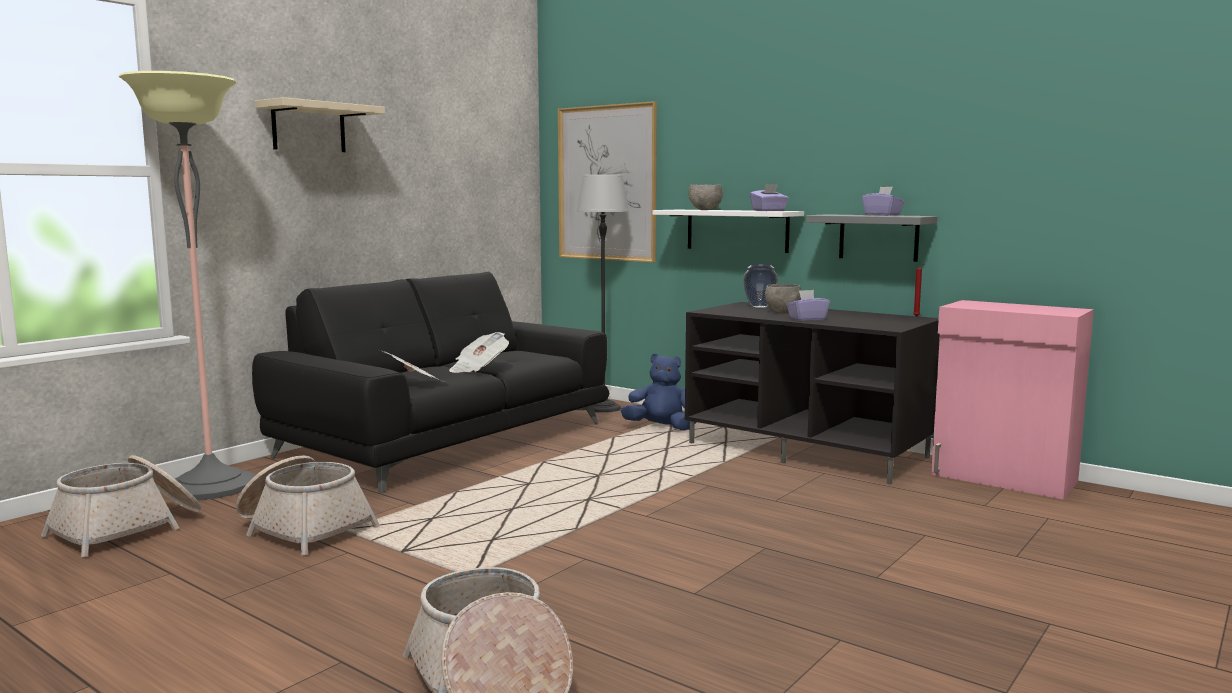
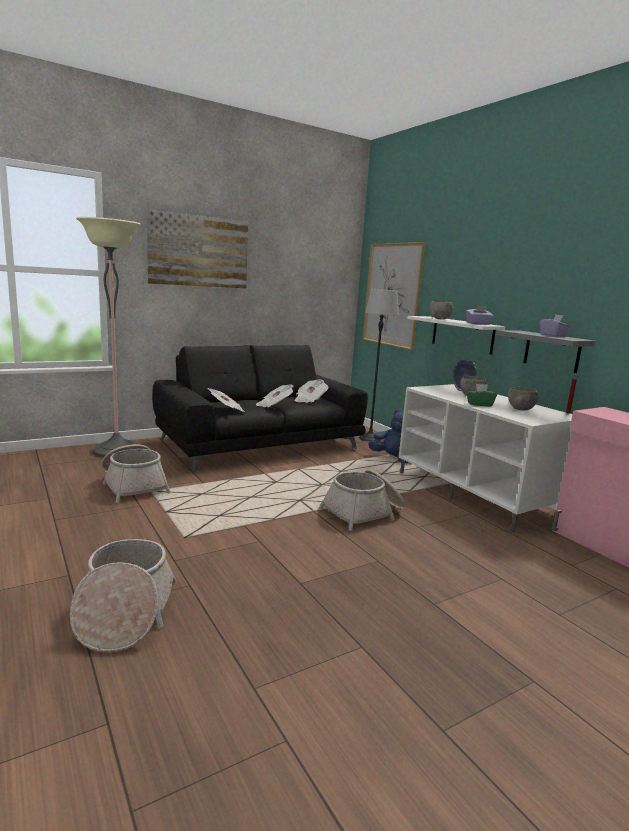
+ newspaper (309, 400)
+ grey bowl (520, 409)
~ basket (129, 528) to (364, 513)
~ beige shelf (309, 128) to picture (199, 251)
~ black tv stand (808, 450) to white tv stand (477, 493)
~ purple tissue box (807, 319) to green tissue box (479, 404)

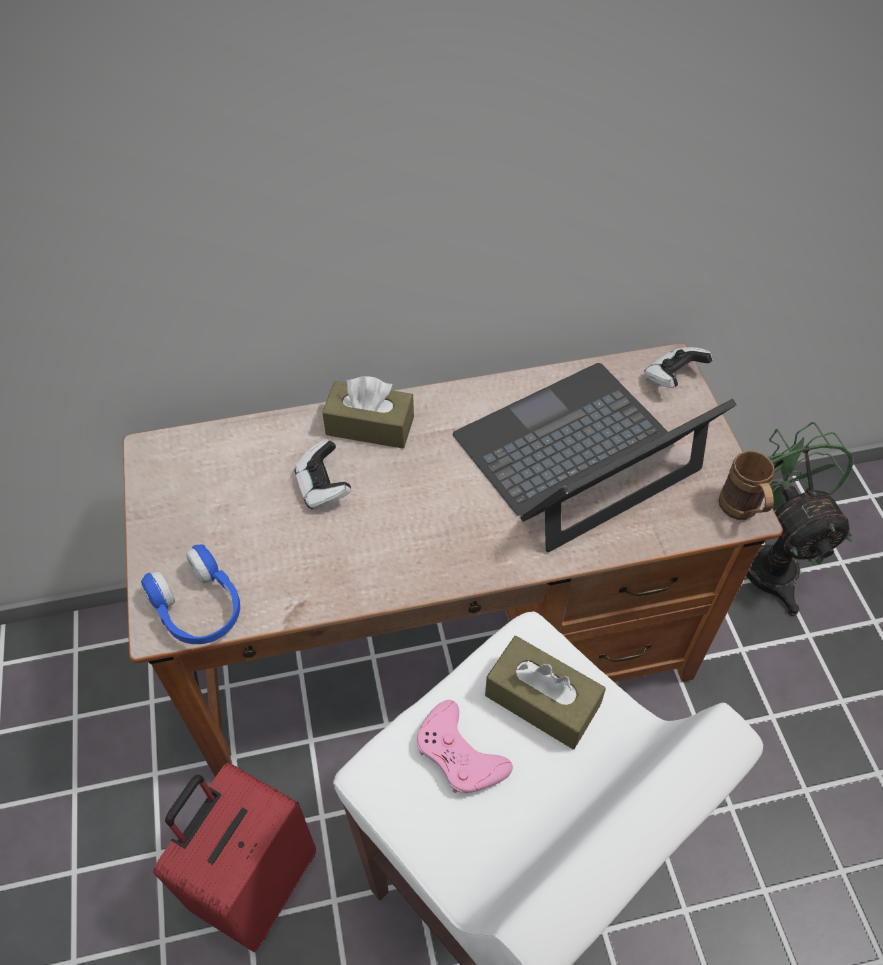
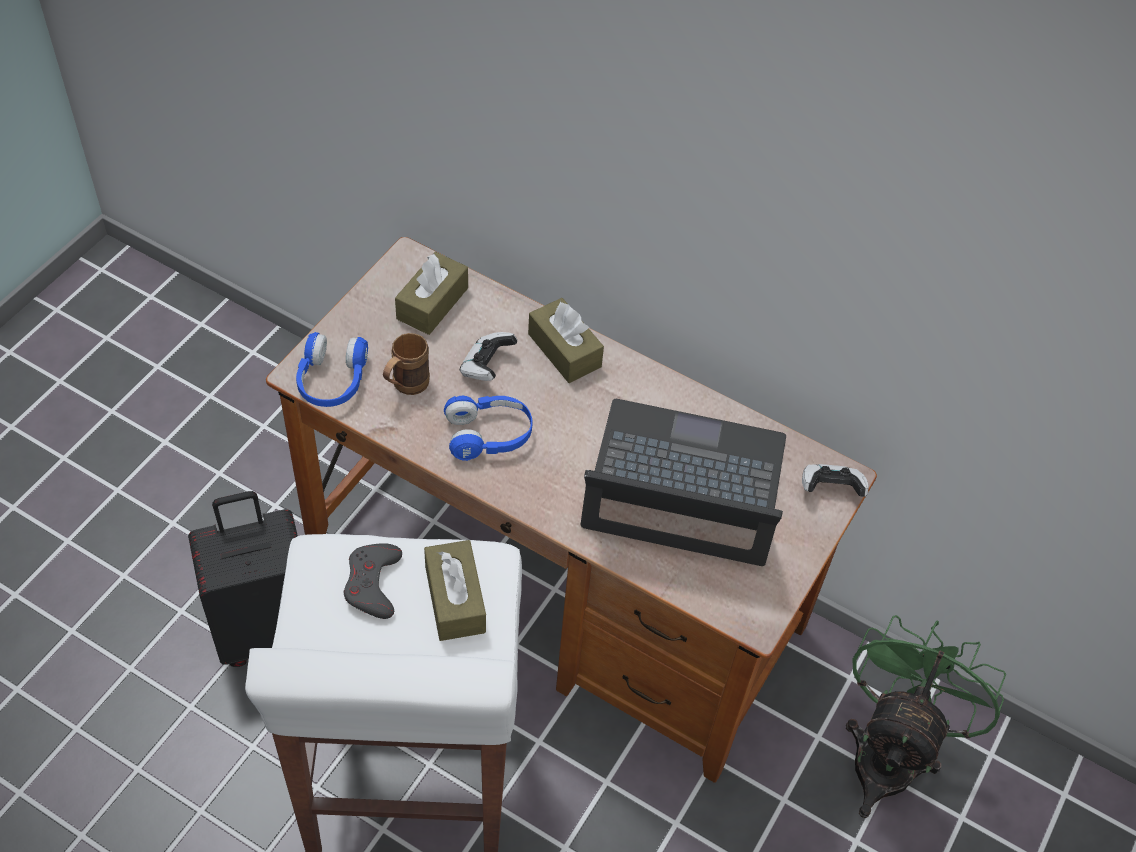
+ brown tissue box (432, 303)
+ blue headphones (489, 435)
~ brown mug (741, 512) to (405, 387)
~ red suitcase (256, 882) to black suitcase (267, 629)
~ pink game controller (459, 754) to grey game controller (373, 584)

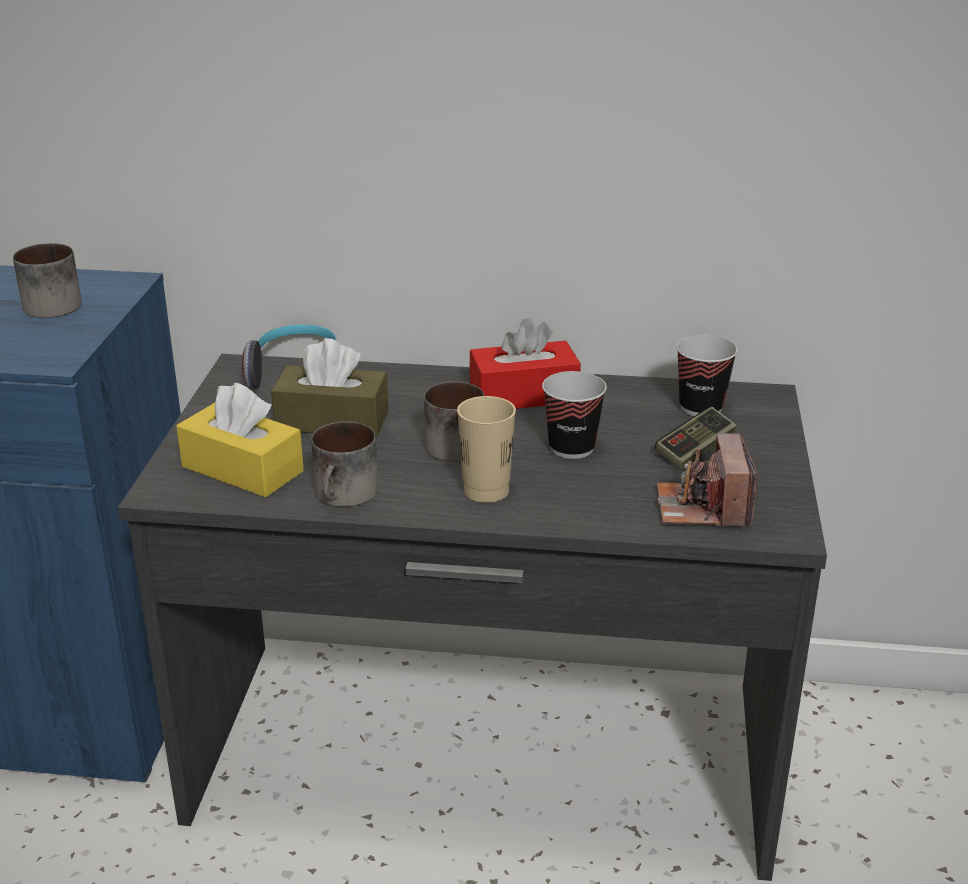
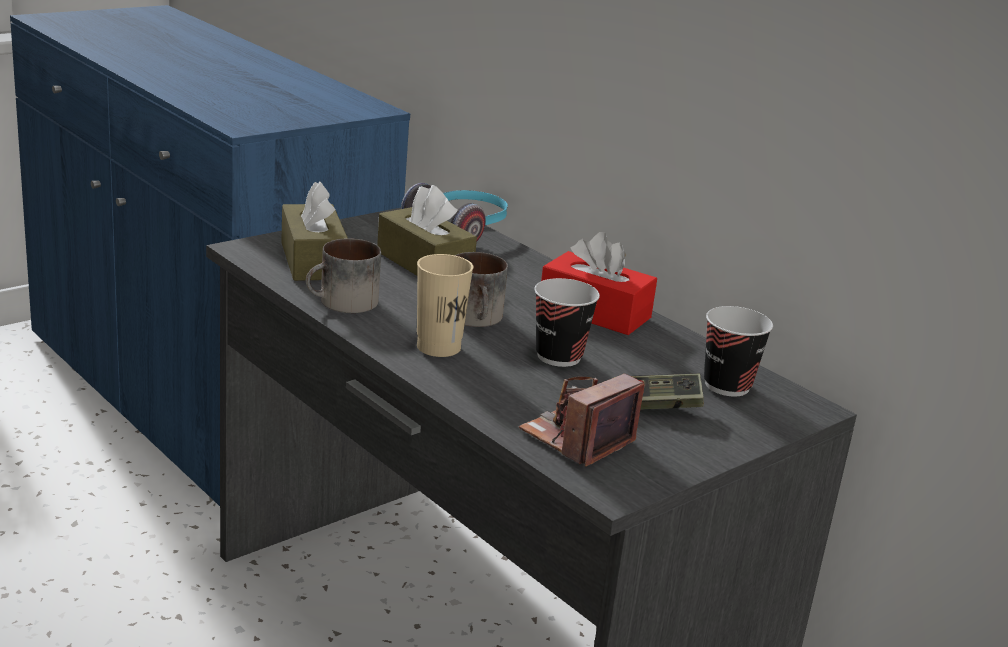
- mug (52, 303)
~ yellow tissue box (242, 469) to brown tissue box (313, 261)

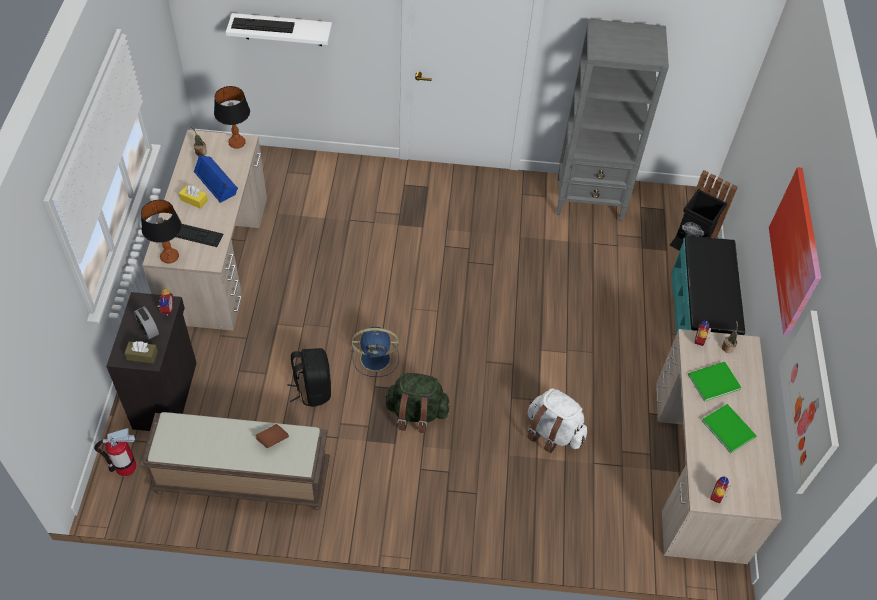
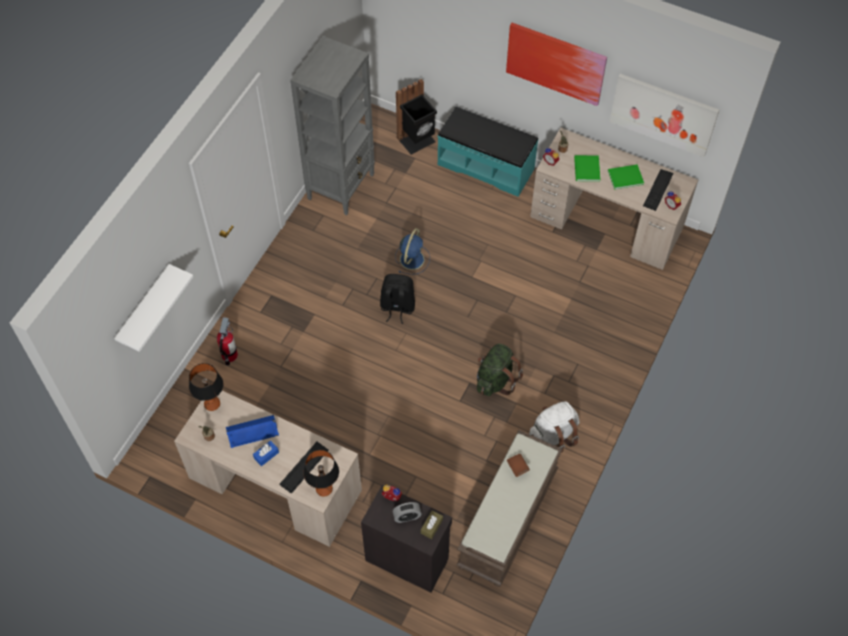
~ fire extinguisher (125, 467) to (229, 355)
~ keyboard (263, 25) to (658, 189)
~ black backpack (312, 389) to (397, 307)
~ blue fan (377, 358) to (412, 258)
~ white backpack (553, 432) to (553, 435)
~ yellow tissue box (194, 200) to blue tissue box (266, 455)

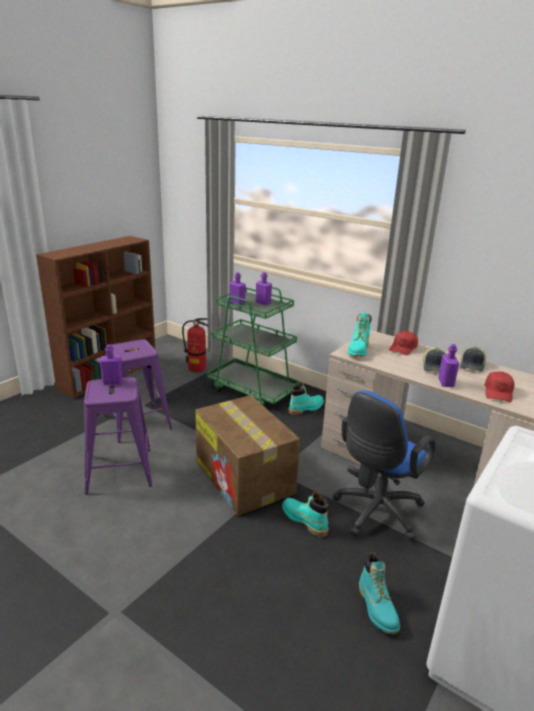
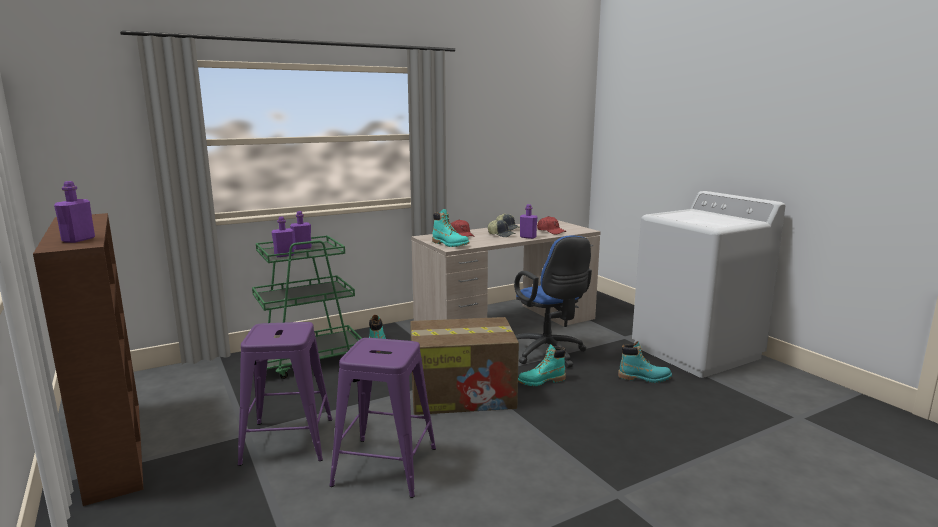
- fire extinguisher (197, 368)
~ purple bottle (112, 381) to (78, 240)

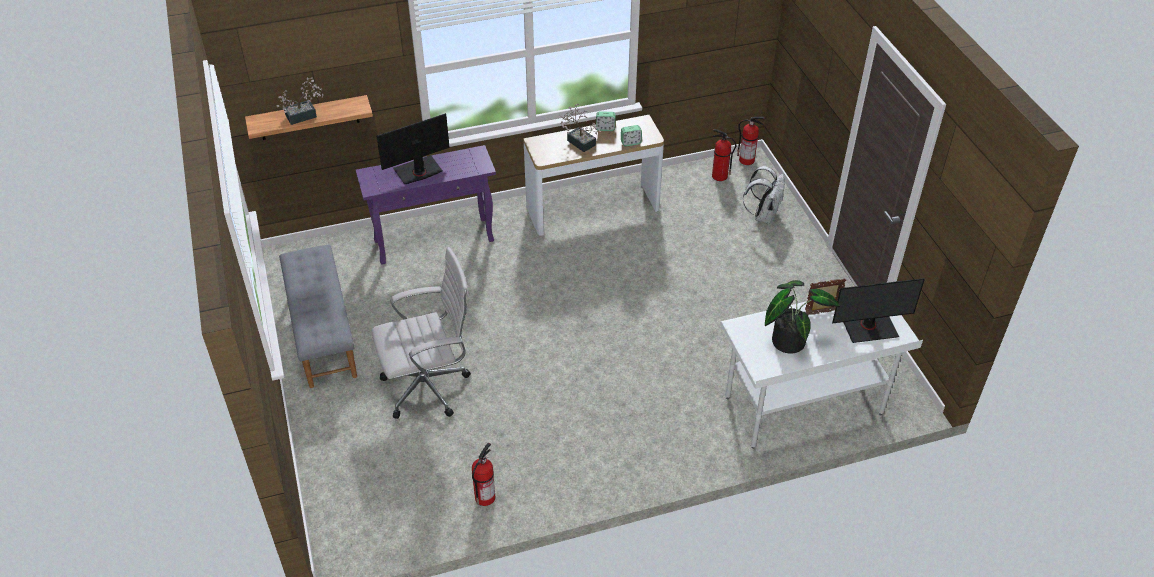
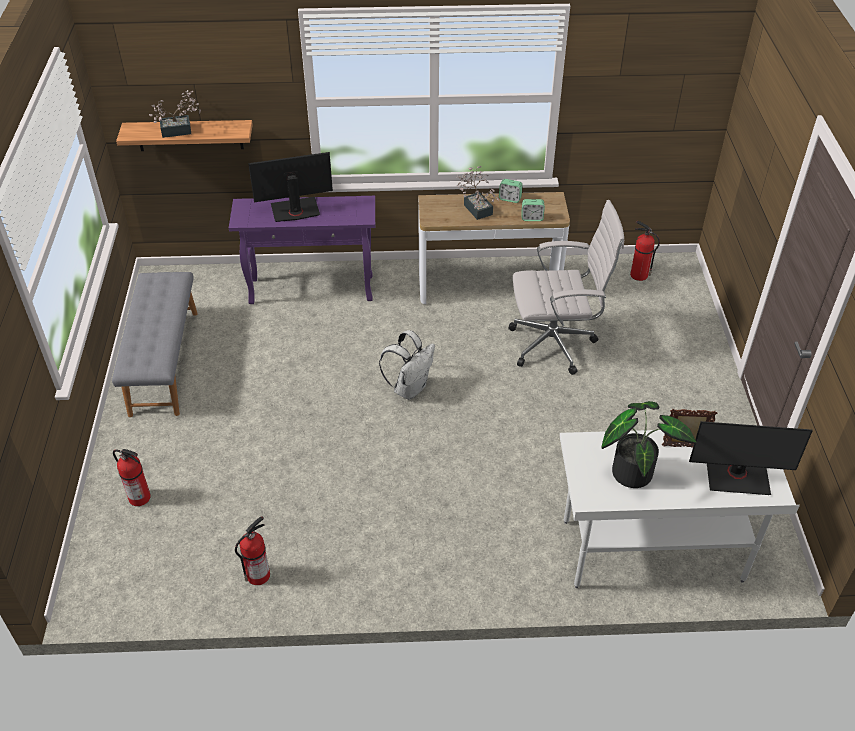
~ white office chair (430, 386) to (556, 344)
~ fire extinguisher (747, 160) to (140, 497)
~ white backpack (763, 215) to (410, 388)

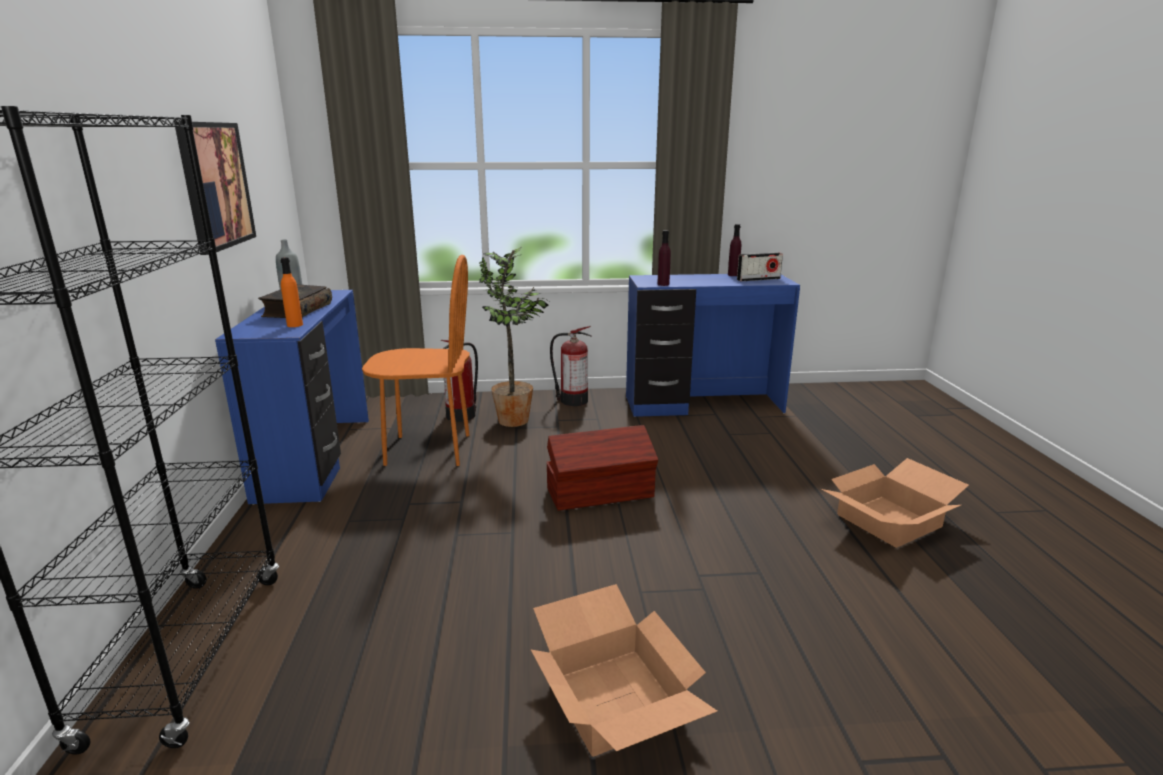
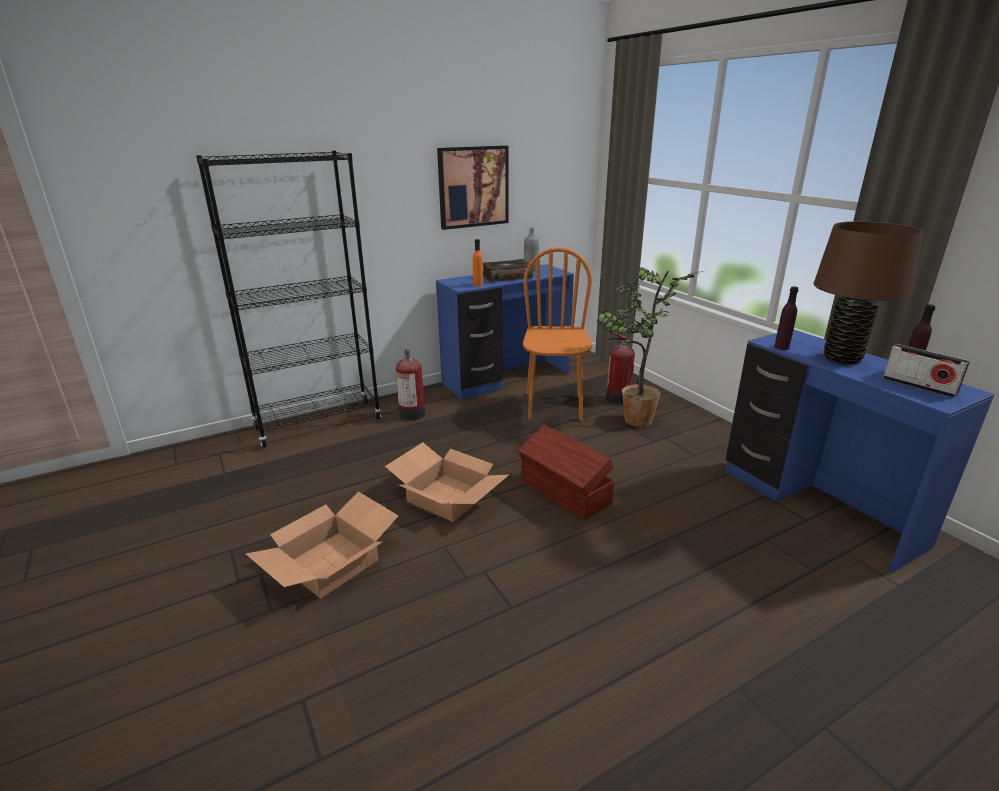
+ brown table lamp (842, 358)
~ fire extinguisher (572, 400) to (412, 413)
~ cardboard box (889, 521) to (446, 497)
~ orange chair (428, 450) = (554, 406) 150 degrees counterclockwise

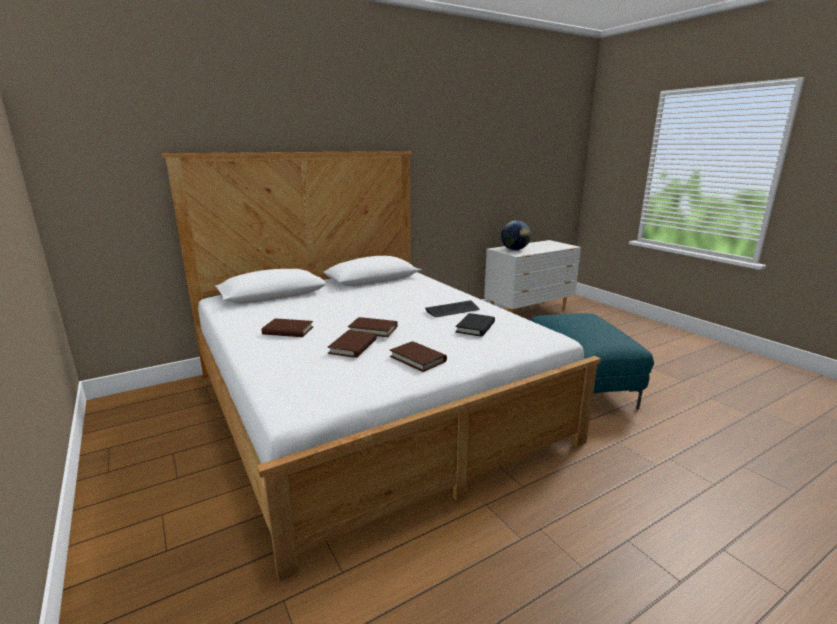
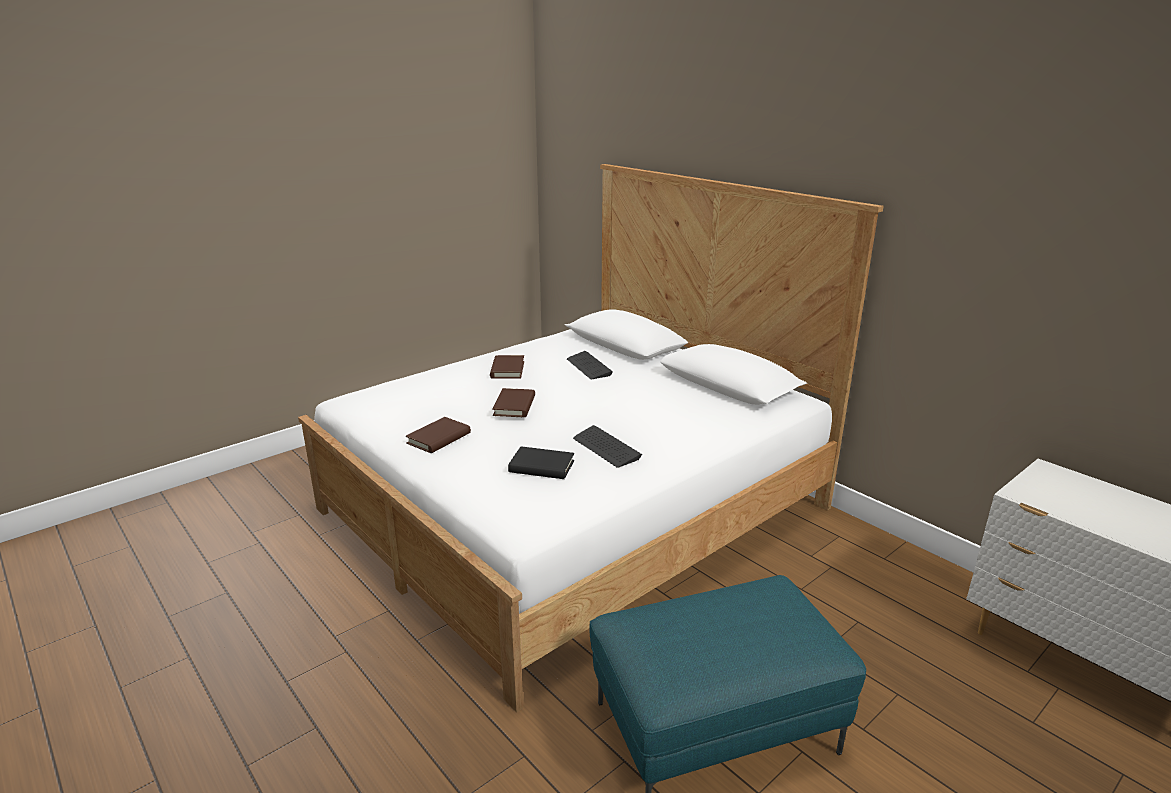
- brown book (353, 346)
- globe (514, 249)
+ keyboard (589, 367)

